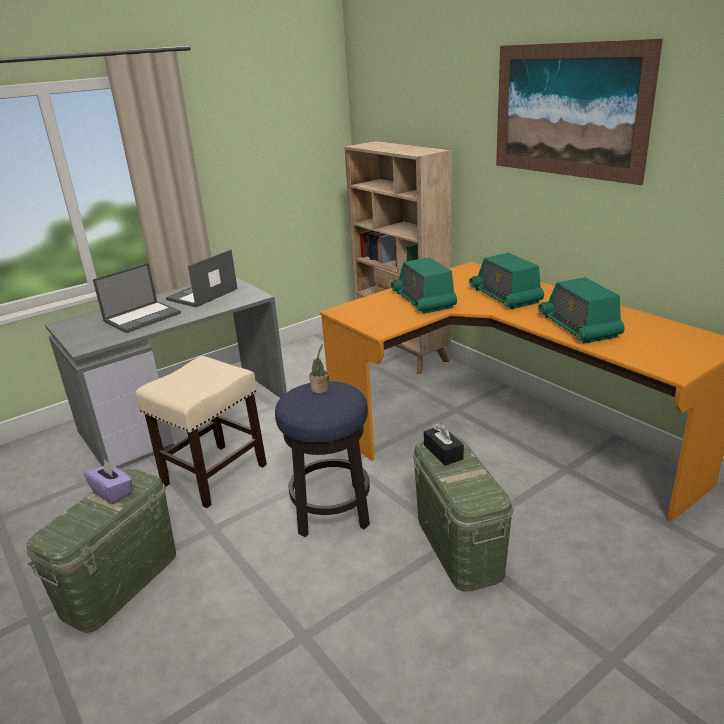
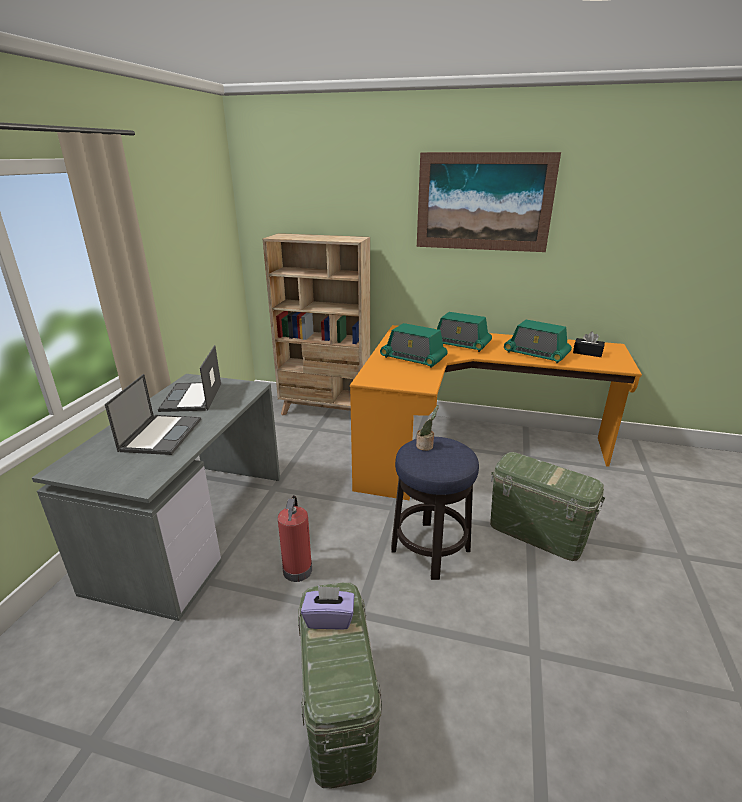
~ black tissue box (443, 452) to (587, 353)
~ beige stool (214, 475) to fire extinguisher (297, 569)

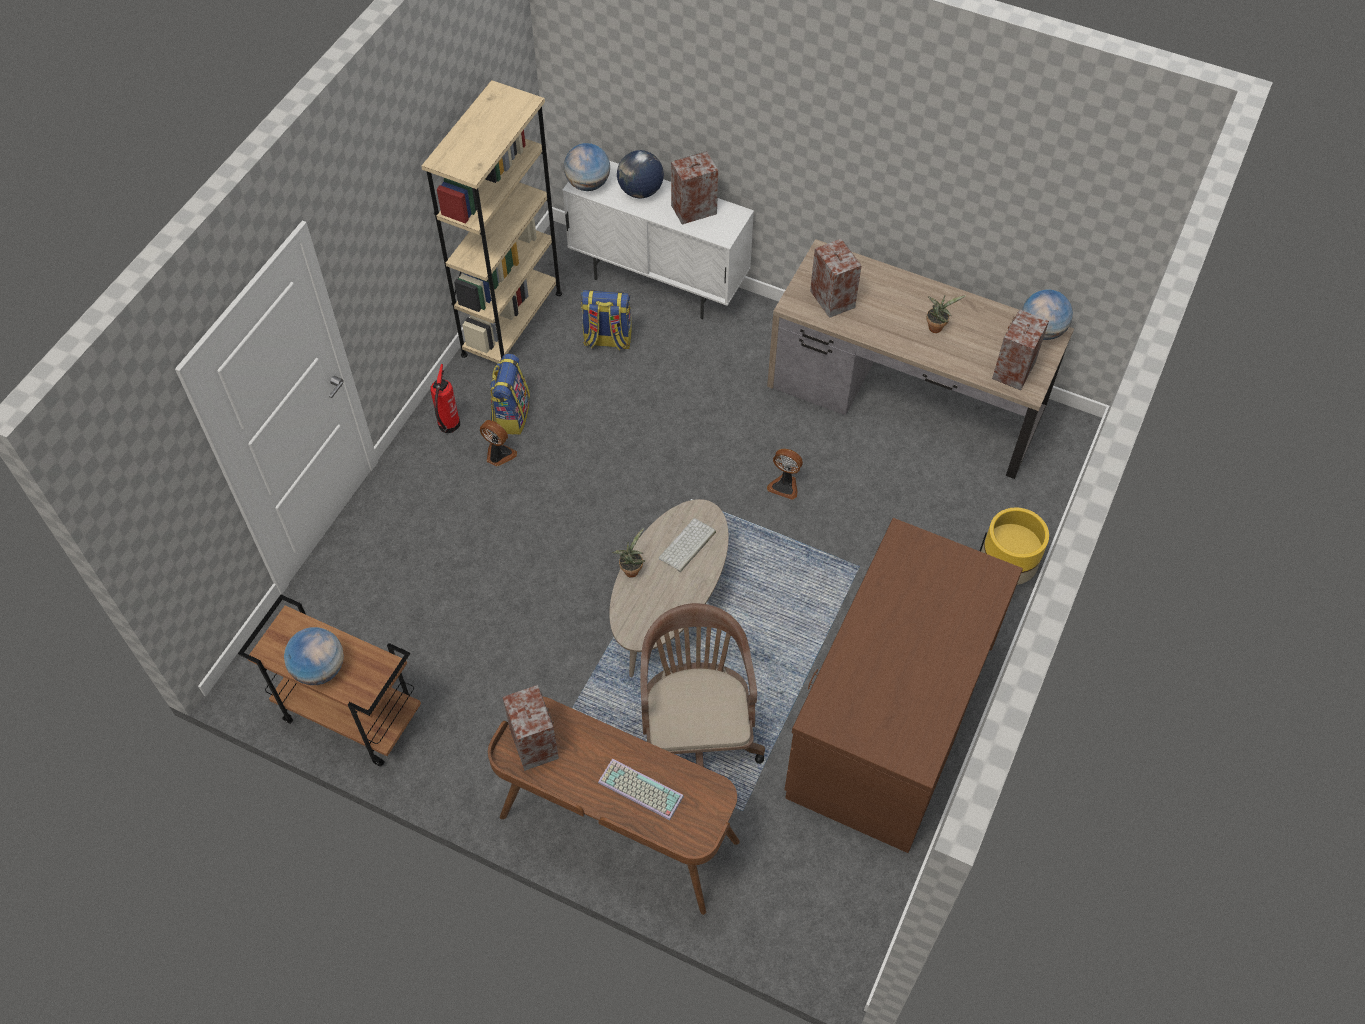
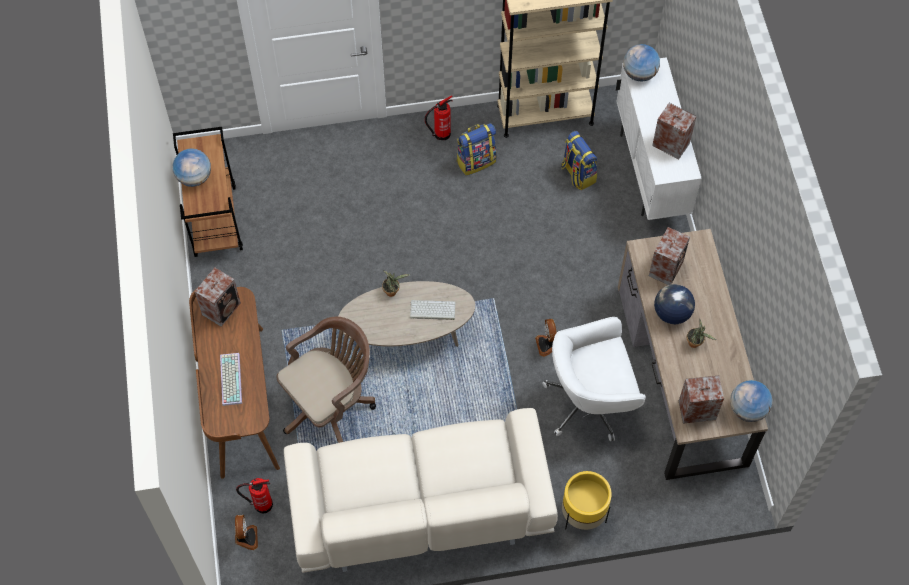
+ fire extinguisher (261, 504)
+ white office chair (590, 402)
~ fan (498, 455) to (246, 538)
~ globe (640, 191) to (671, 313)
~ brown desk (889, 720) to beige sofa (419, 506)

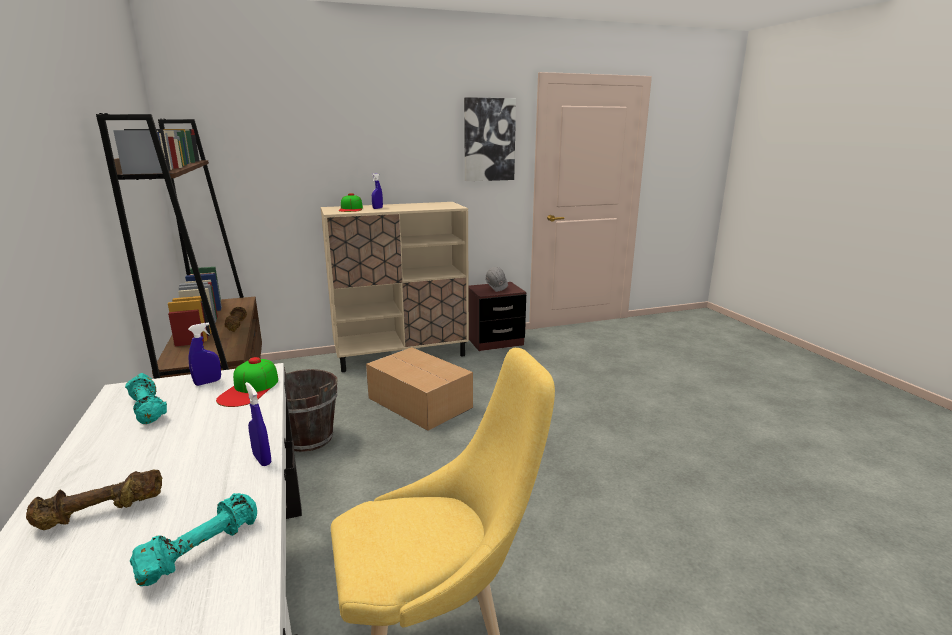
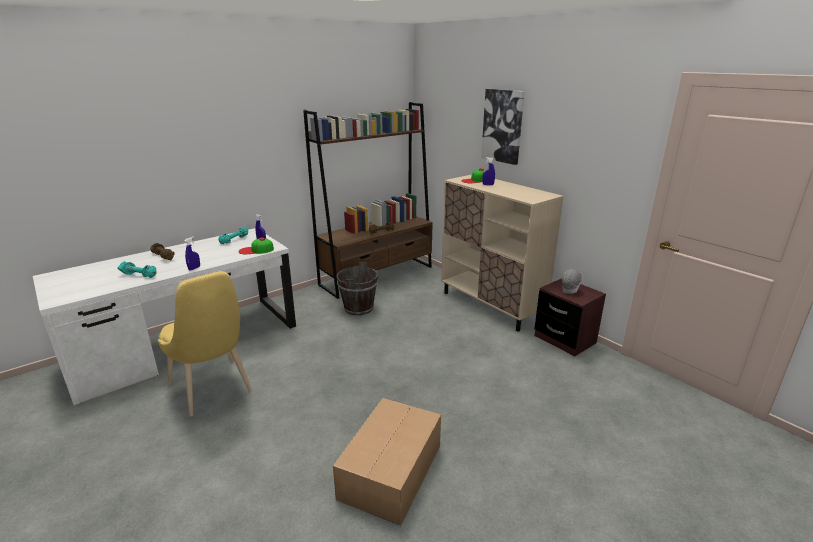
~ cardboard box (419, 402) to (392, 470)
~ picture (489, 140) to (503, 126)

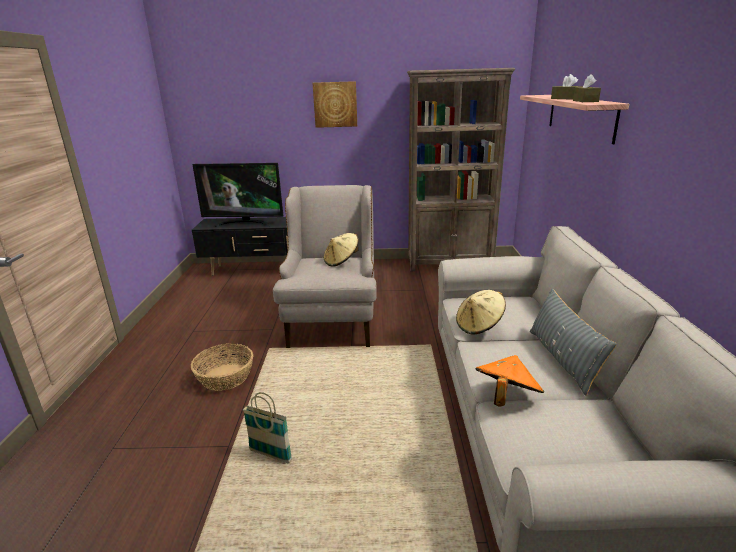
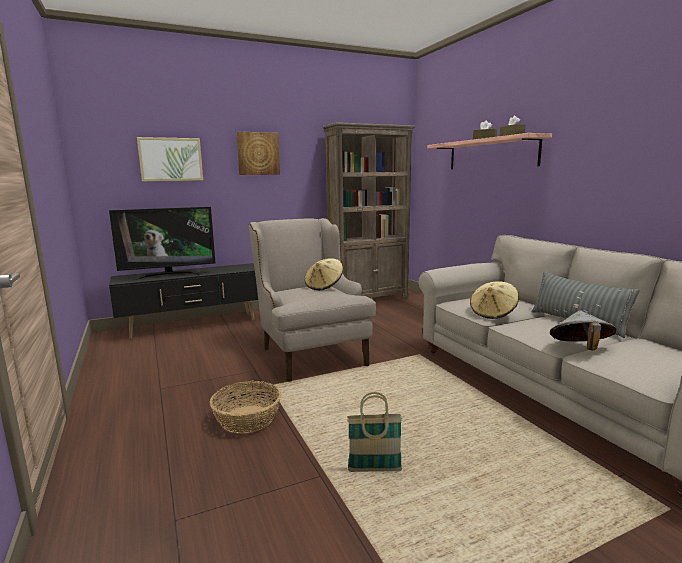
+ picture (171, 159)
~ orange hat (506, 397) to grey hat (580, 349)

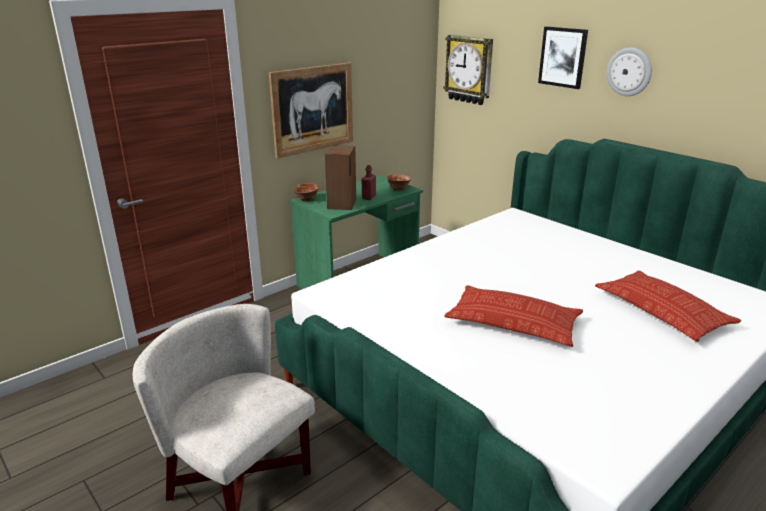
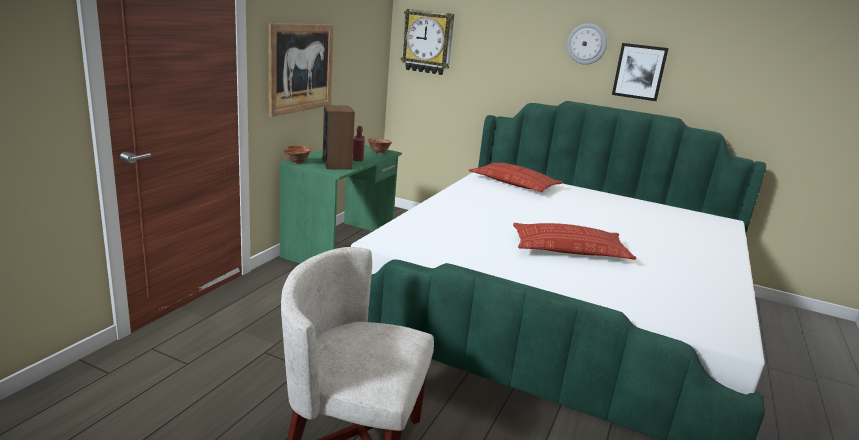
~ picture (563, 57) to (639, 72)
~ pillow (662, 311) to (514, 183)

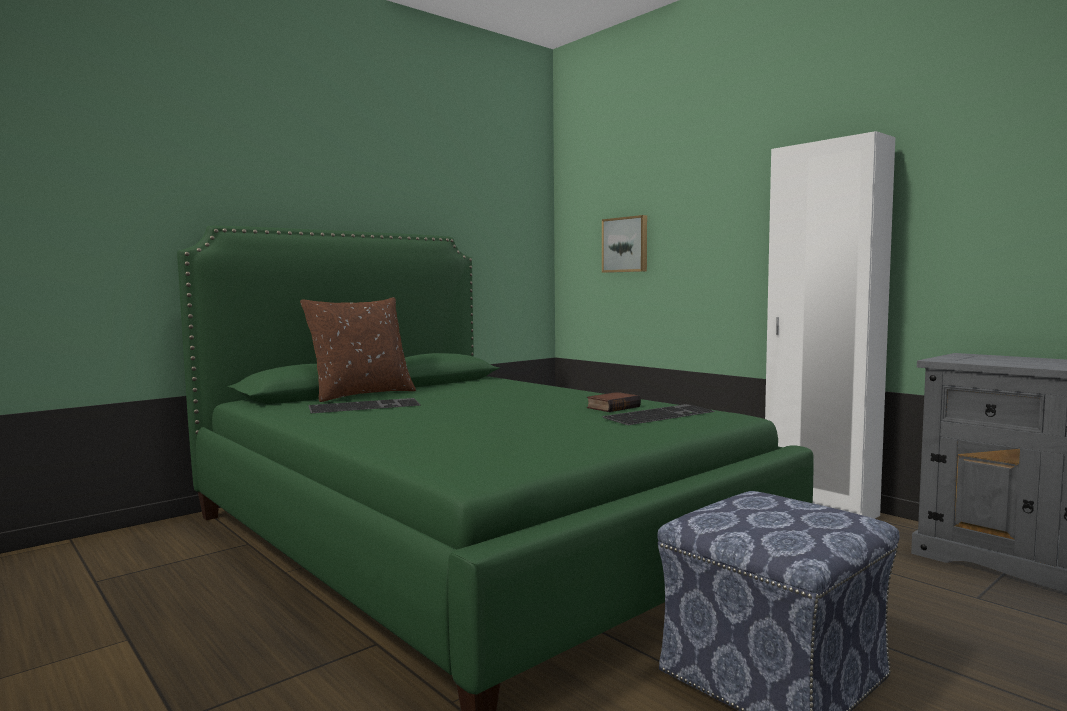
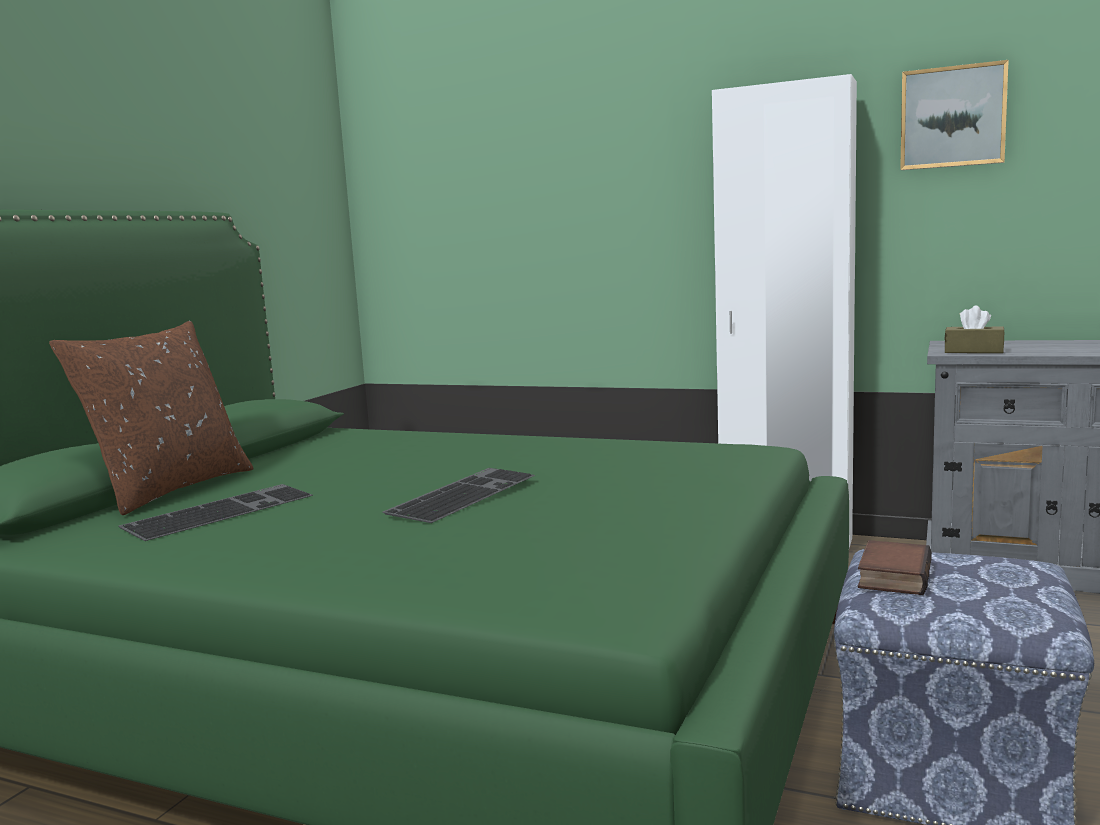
+ brown tissue box (973, 351)
~ book (612, 407) to (891, 575)
~ picture (625, 244) to (952, 117)
~ keyboard (659, 414) to (462, 493)

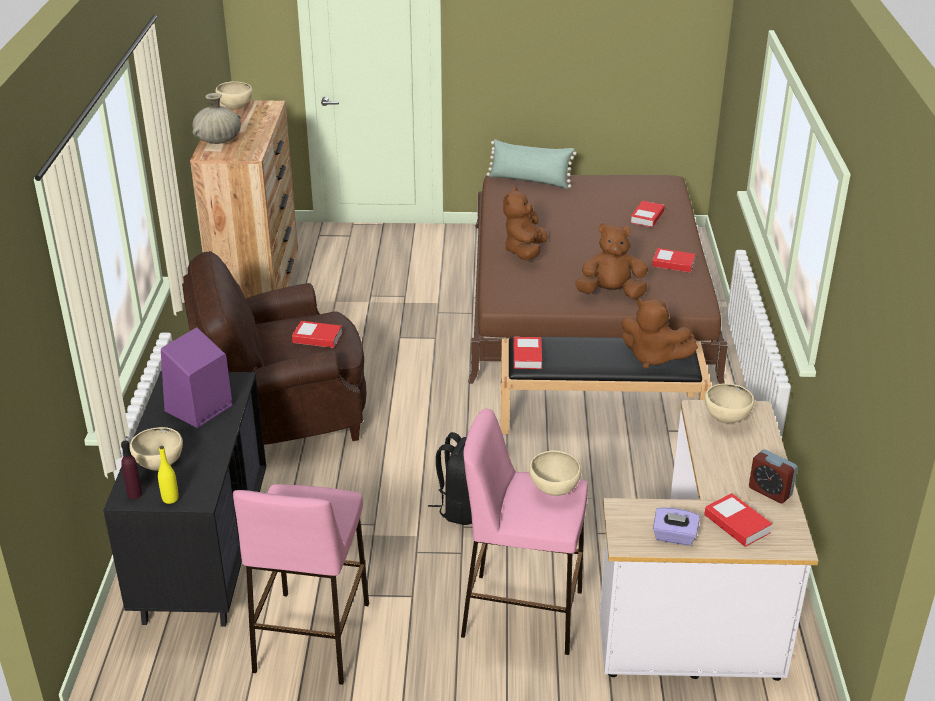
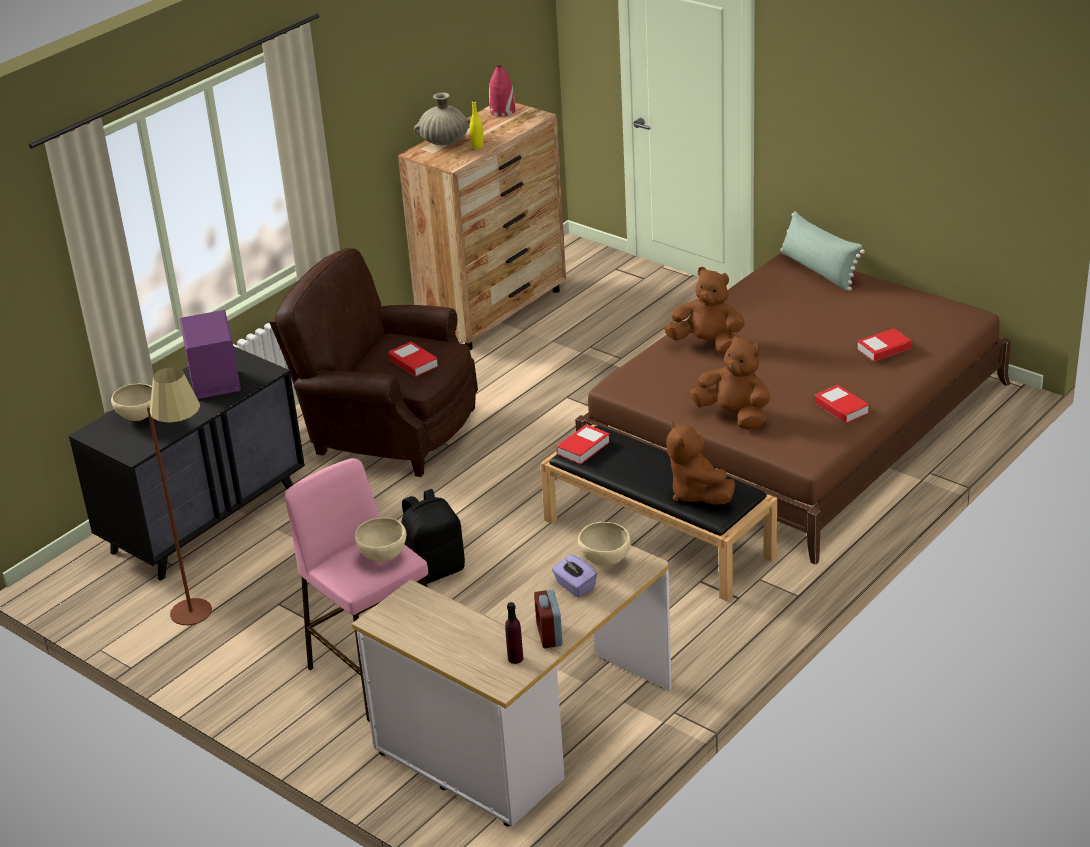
- book (737, 524)
~ purple bottle (134, 494) to (515, 658)
~ yellow bottle (170, 499) to (477, 146)
~ purple tissue box (674, 537) to (574, 586)
~ beige bowl (235, 108) to red vase (502, 111)
~ pink stool (312, 638) to brown floor lamp (206, 617)
~ brown plush toy (525, 251) = (707, 344) 60 degrees clockwise

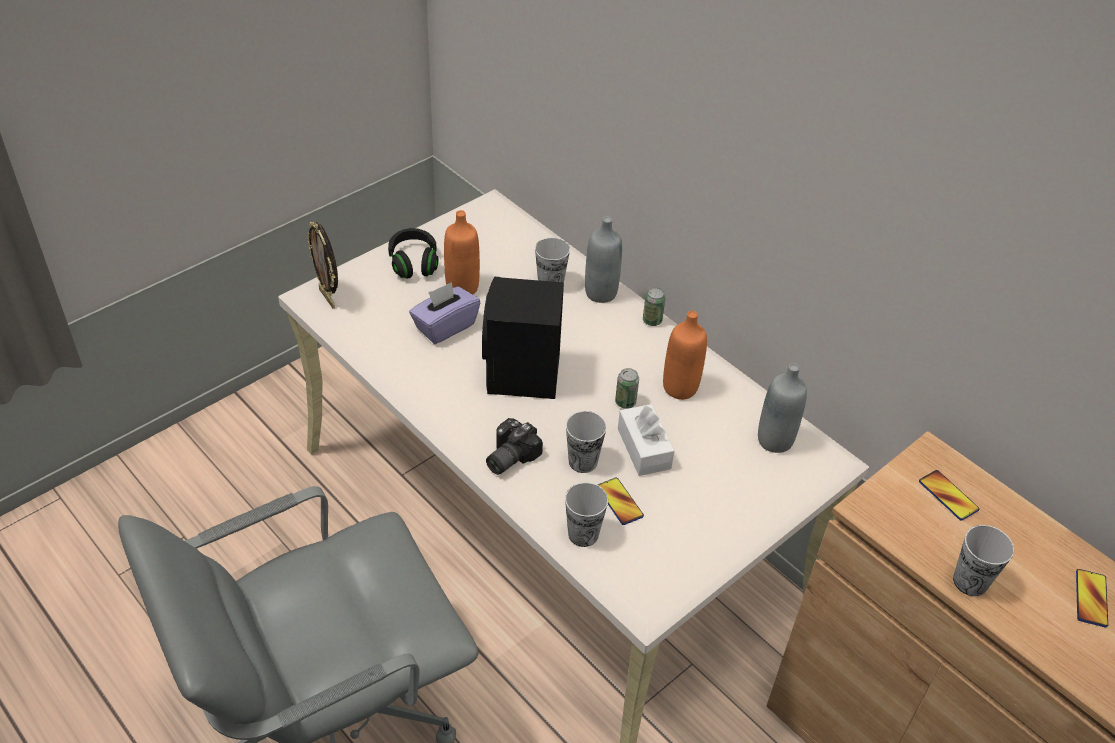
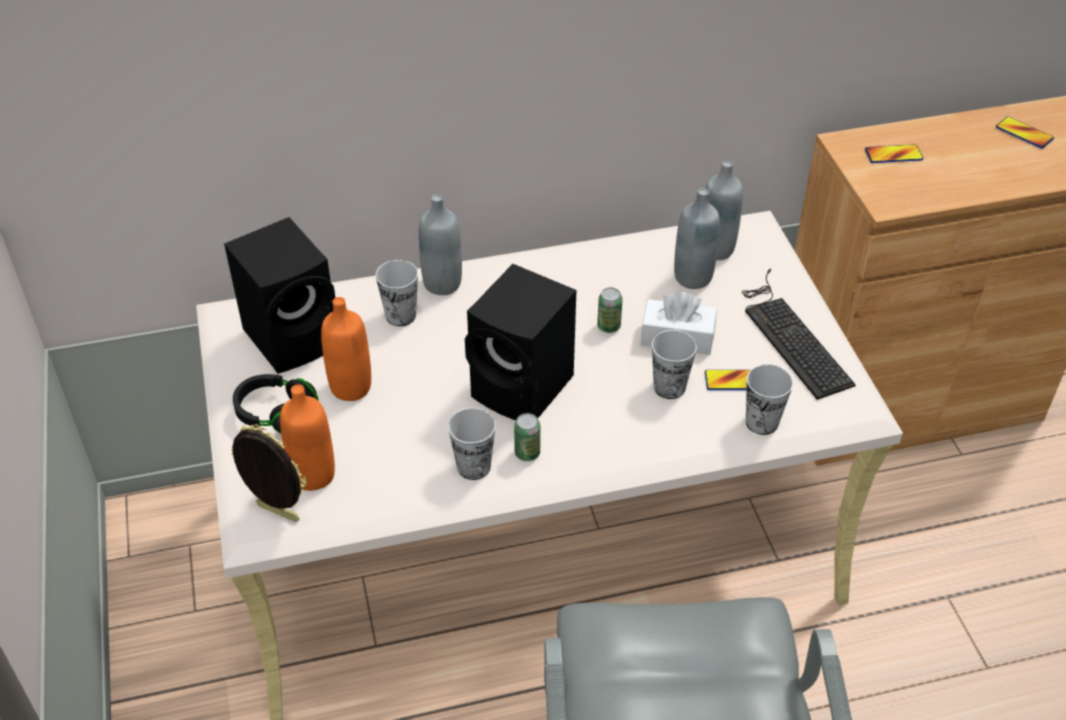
- purple tissue box (445, 326)
- photo camera (508, 456)
+ black speaker (295, 337)
+ grey bottle (693, 277)
+ keyboard (791, 336)
~ can (652, 320) to (527, 453)
~ orange bottle (680, 388) to (313, 475)
~ cup (970, 581) to (473, 466)
~ picture frame (328, 298) = (276, 514) 150 degrees counterclockwise

